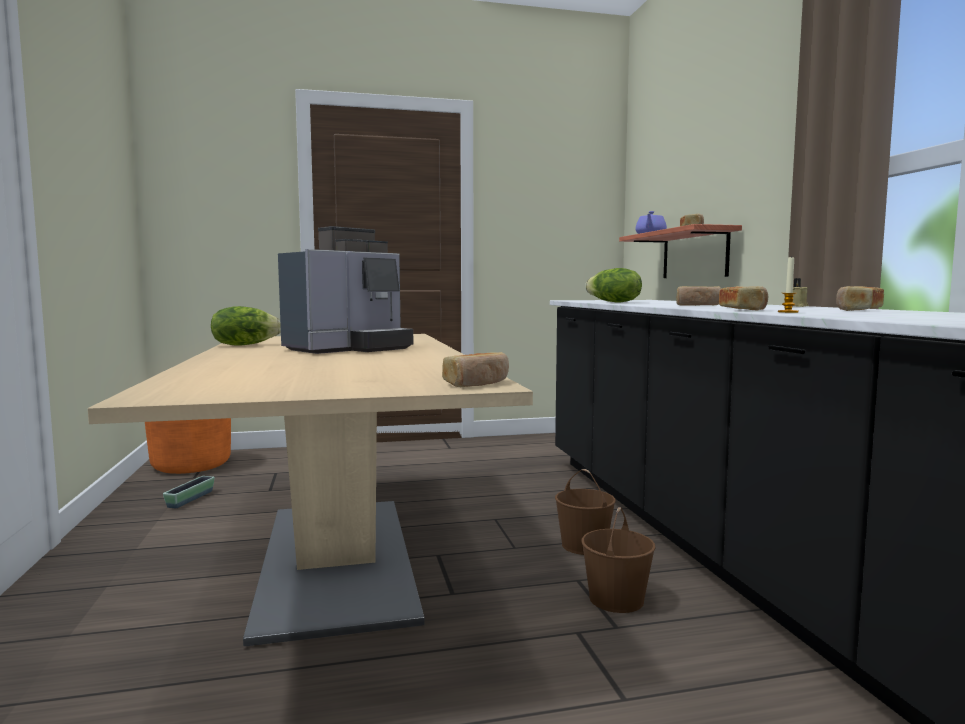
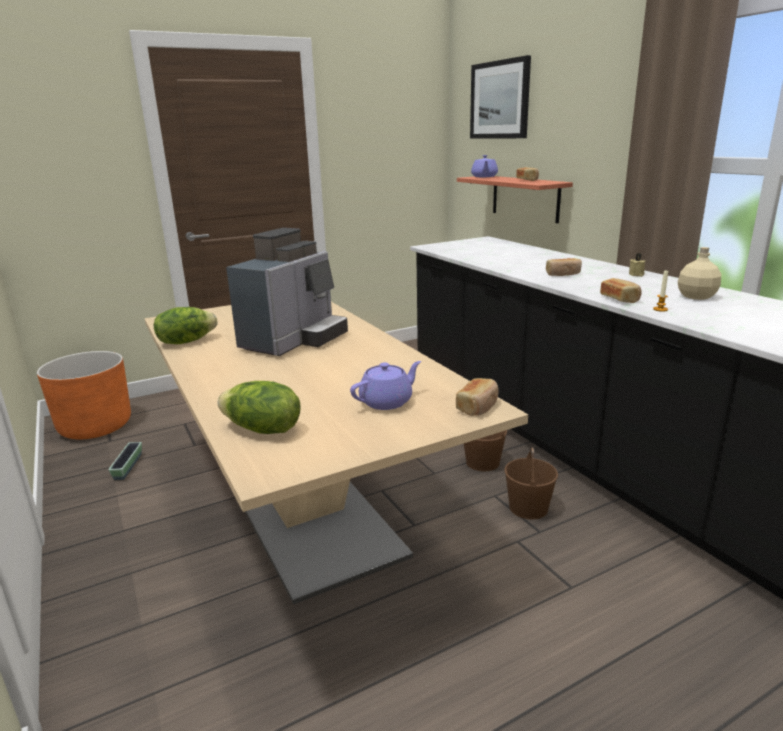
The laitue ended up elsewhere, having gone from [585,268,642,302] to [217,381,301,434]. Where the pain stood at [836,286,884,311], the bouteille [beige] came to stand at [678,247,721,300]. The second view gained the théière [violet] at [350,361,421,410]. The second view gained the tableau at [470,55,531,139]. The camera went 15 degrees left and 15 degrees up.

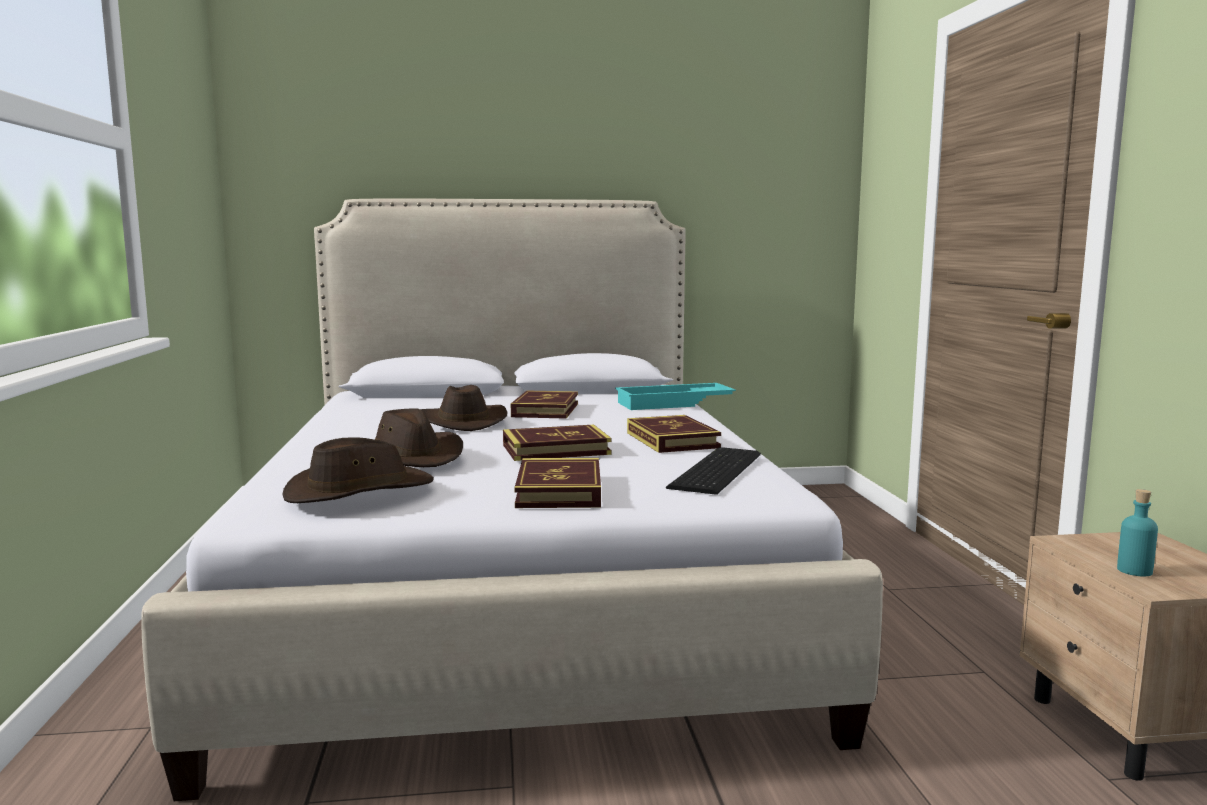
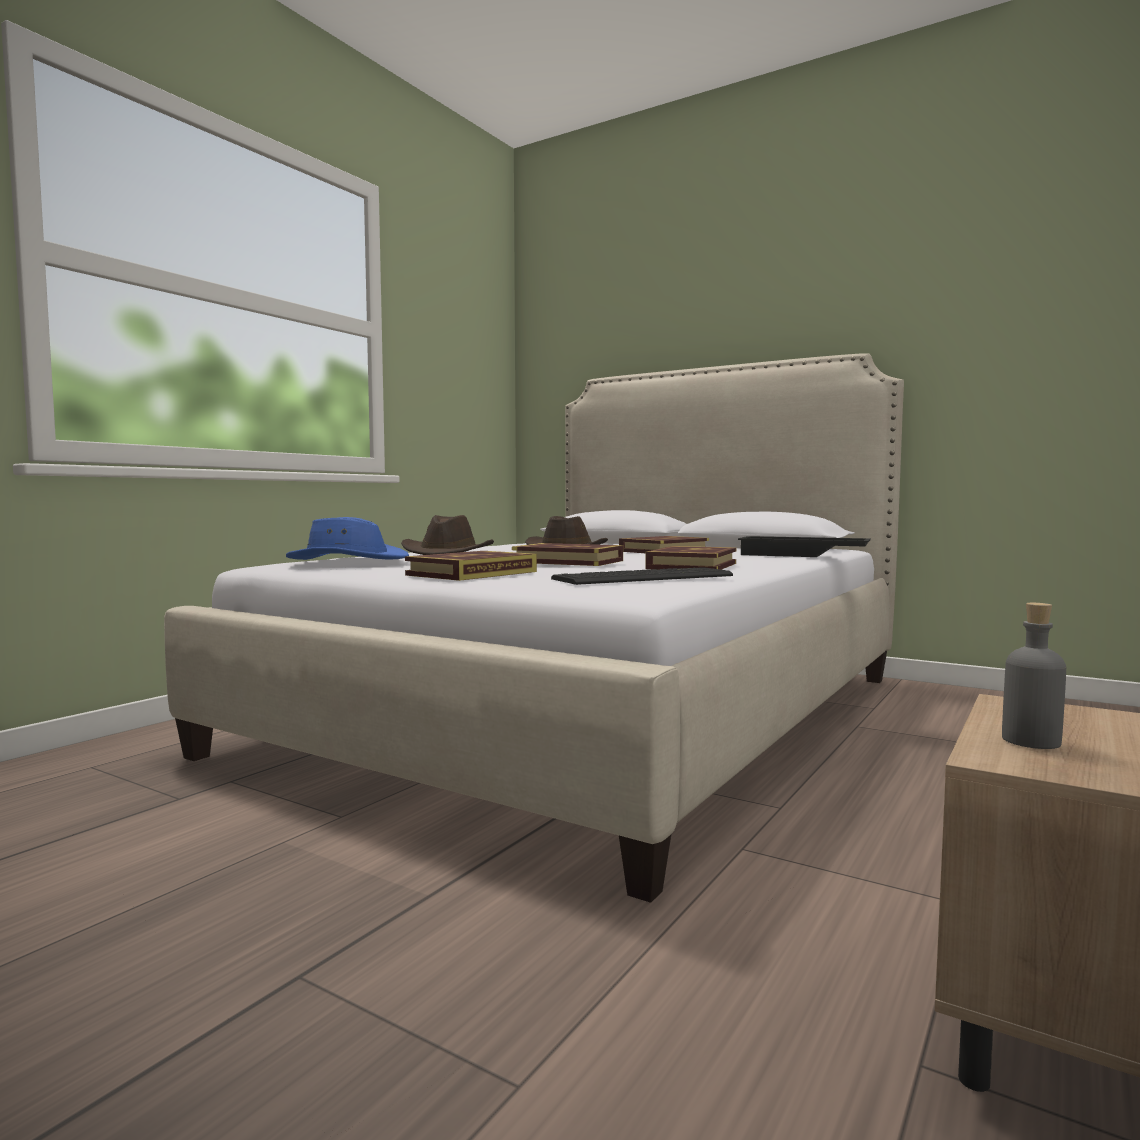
What was the chapeau [marron] at [282,437,434,503] turned into the chapeau [bleu] at [286,517,409,560]. What was the plateau [turquoise] at [615,383,736,410] turned into the plateau [noir] at [738,536,871,557]. What was the bouteille [turquoise] at [1117,489,1158,577] turned into the bouteille [gris] at [1002,603,1066,749]. The camera went 40 degrees right and 5 degrees down.

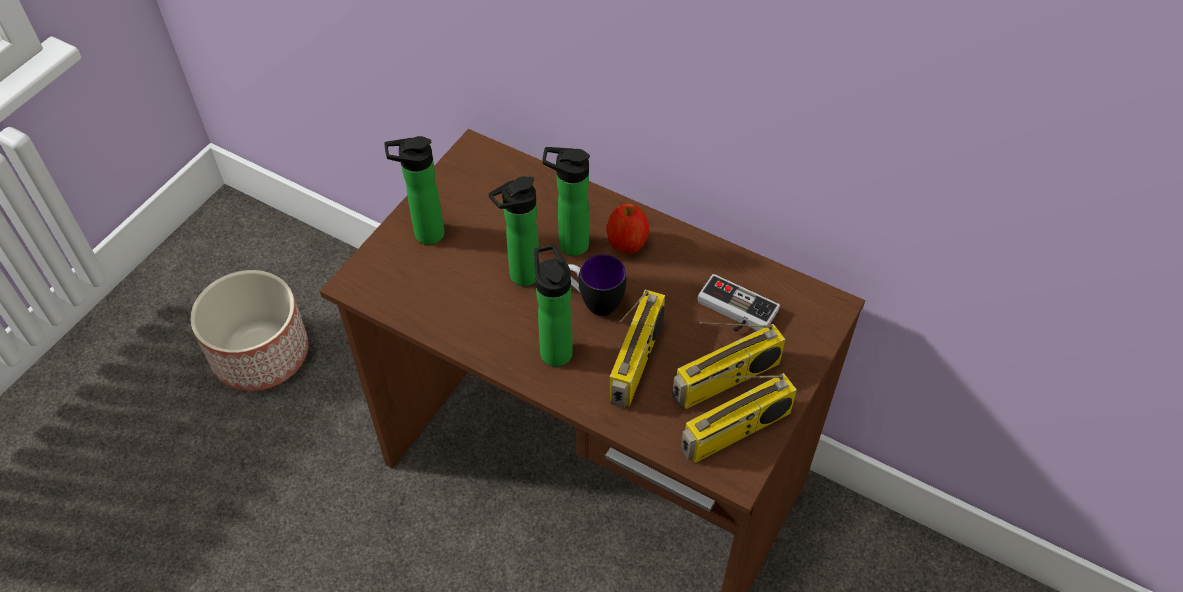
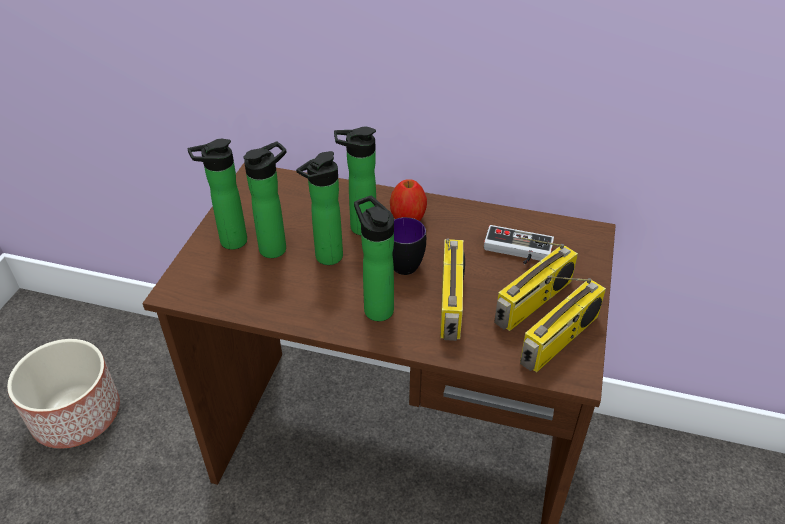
The second view gained the bouteille at [244,141,287,258]. The camera went 15 degrees left and 10 degrees down.

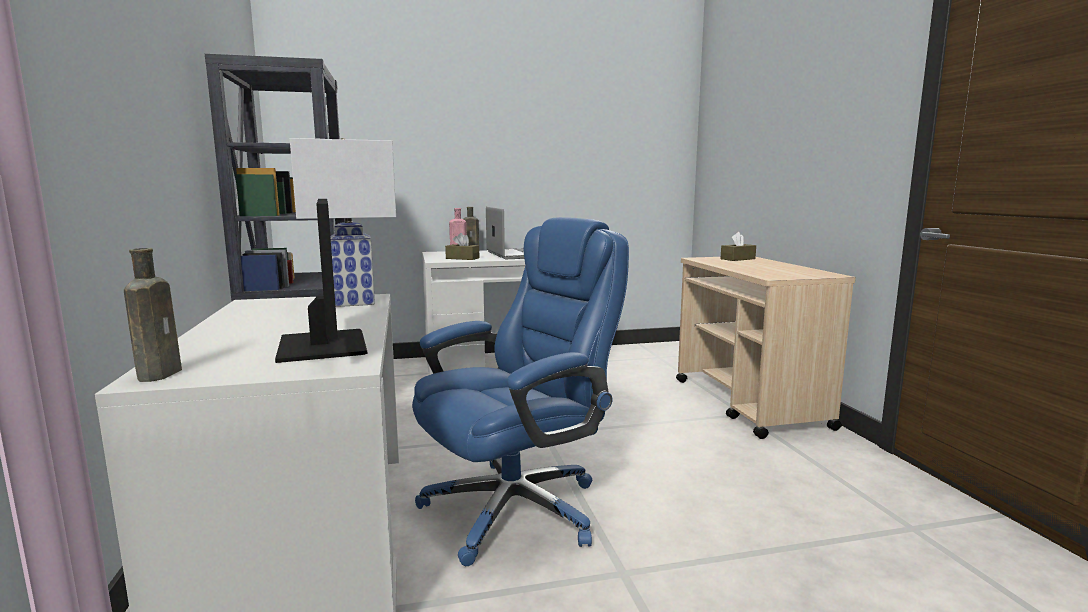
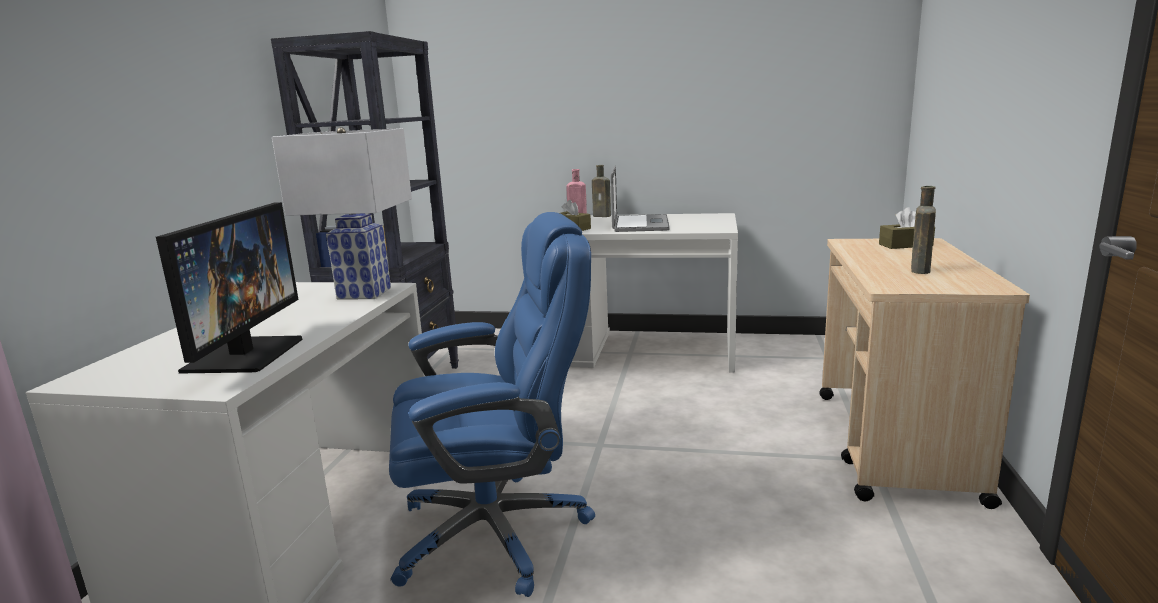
The bouteille [marron] ended up elsewhere, having gone from [124,248,182,382] to [911,186,936,274]. The camera went 25 degrees right and 5 degrees up.

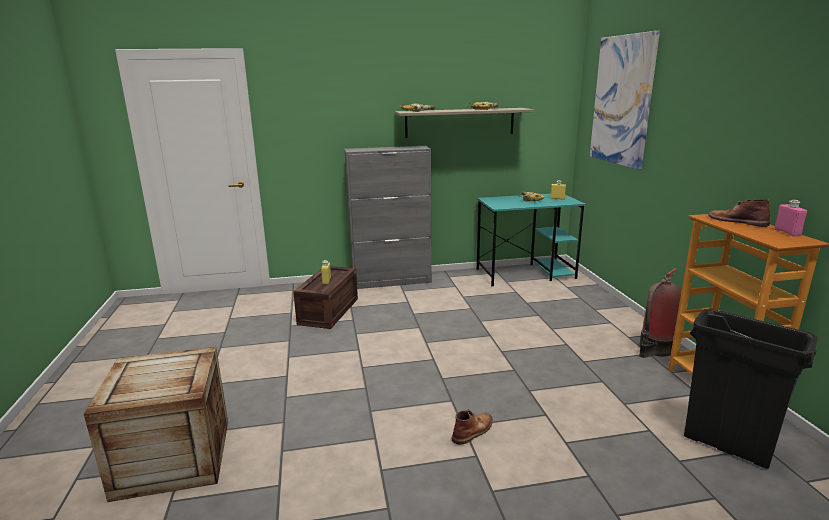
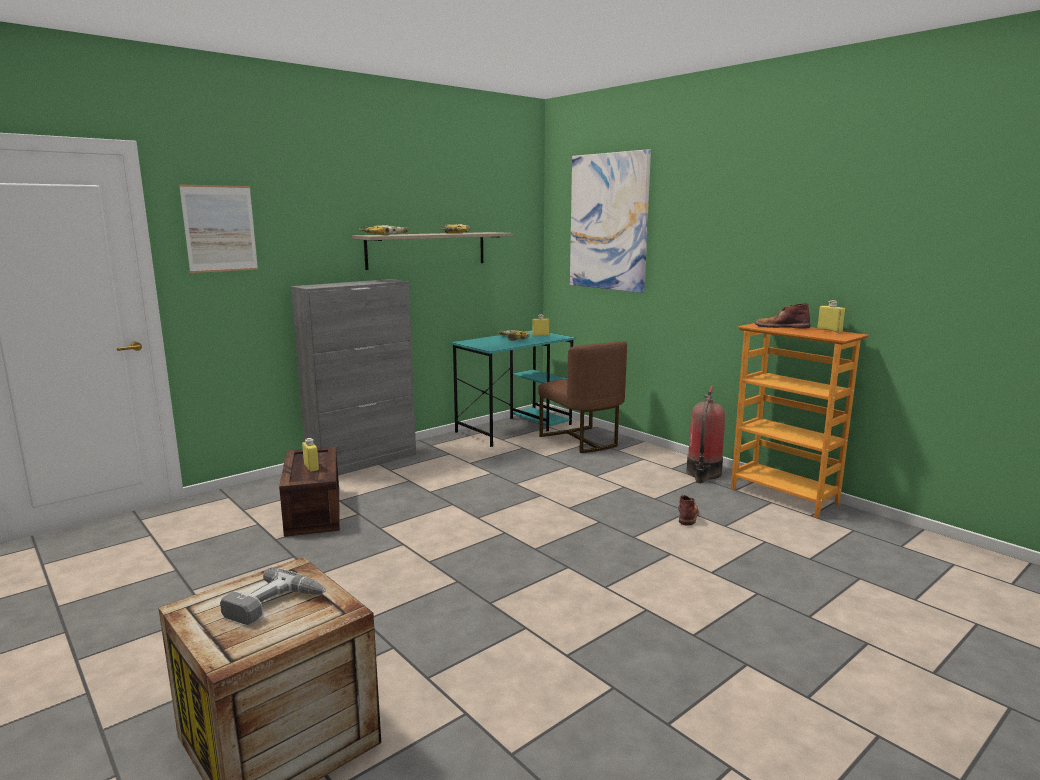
The botte [marron] ended up elsewhere, having gone from [452,409,493,445] to [678,494,699,526]. The second view lost the poubelle [noir] at [684,308,817,469]. What was the bouteille [rose] at [774,200,807,236] turned into the bouteille [jaune] at [817,300,845,333]. The second view gained the tableau at [179,184,258,273]. The second view gained the perceuse at [220,568,326,625]. The second view gained the chaise [marron] at [538,341,627,453]. The camera went 30 degrees left and 5 degrees down.

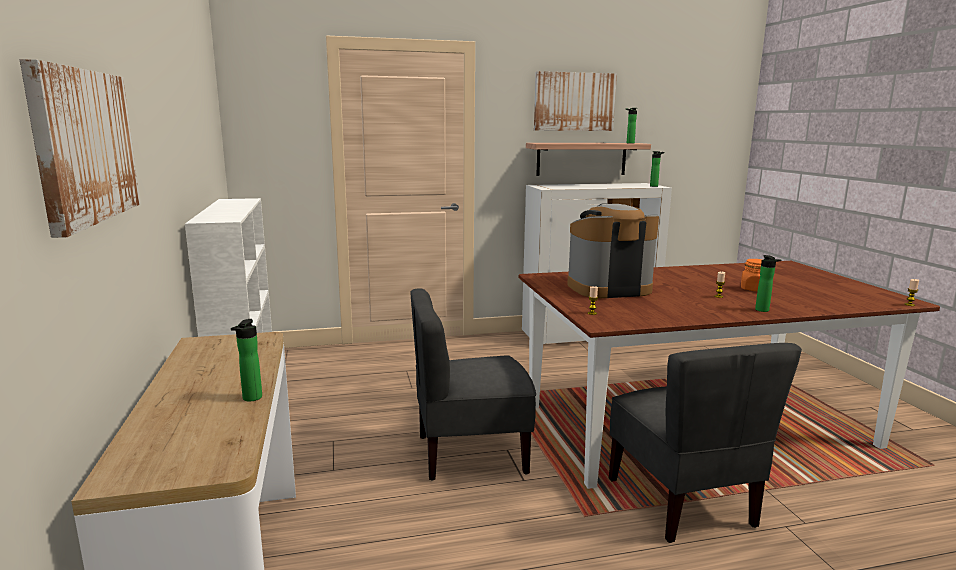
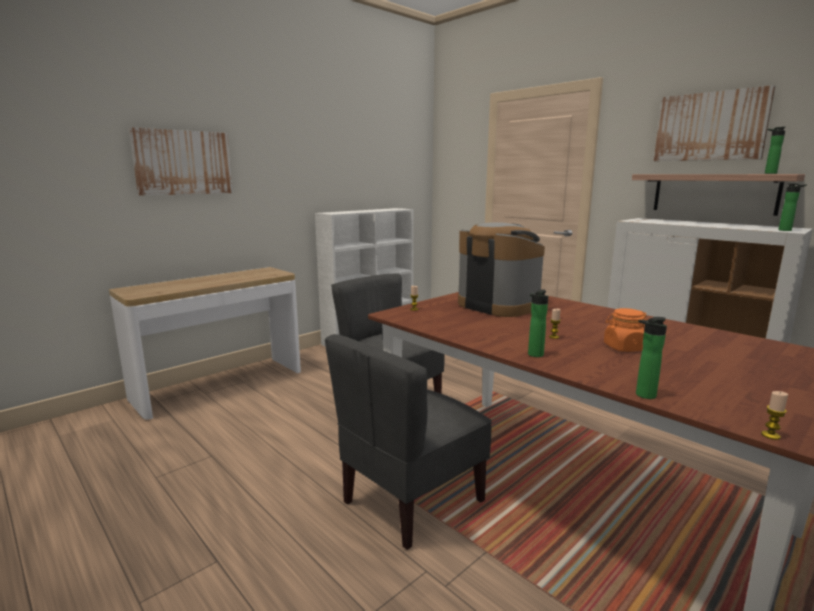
The bouteille ended up elsewhere, having gone from [231,319,262,401] to [636,317,667,399]. The camera went 60 degrees right and 0 degrees up.

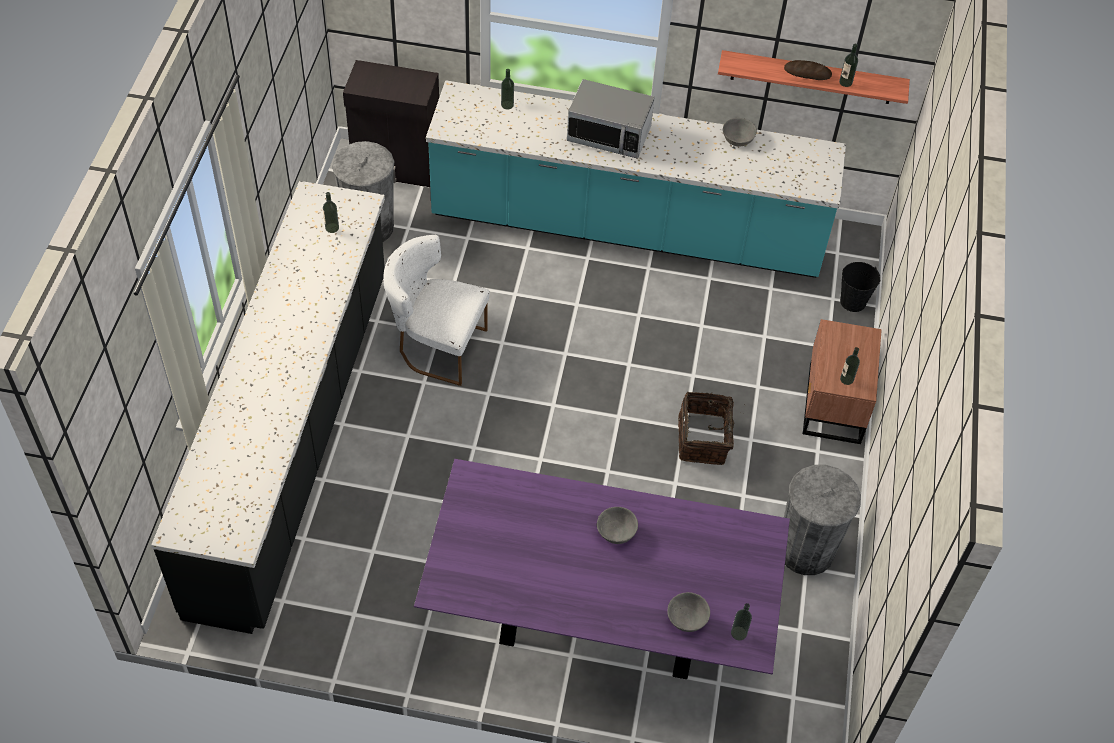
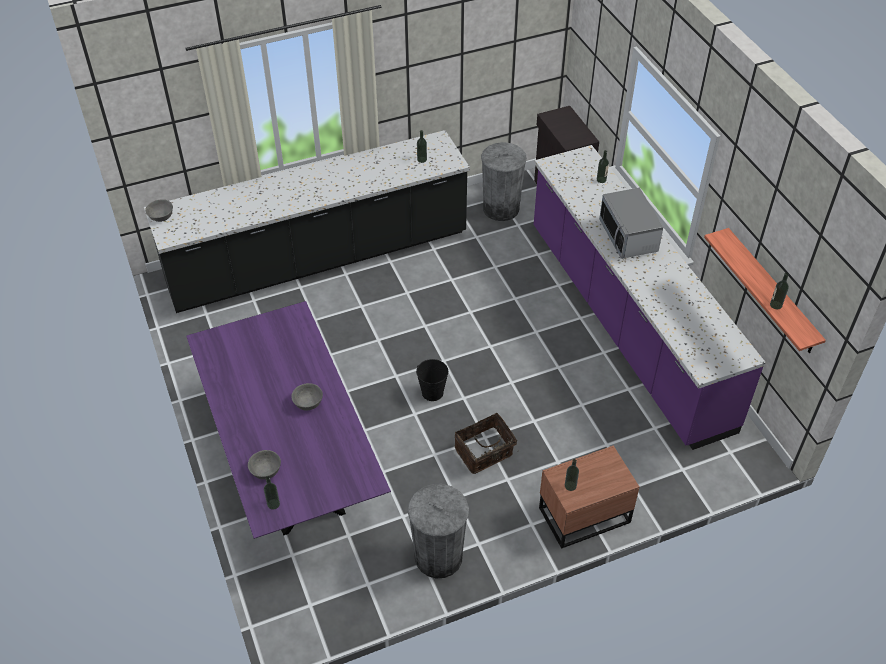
The second view lost the chaise [blanc] at [383,235,489,386]. What was the comptoir de cuisine [turquoise] at [426,80,846,278] turned into the comptoir de cuisine [violet] at [534,145,766,450]. The bol [gris] ended up elsewhere, having gone from [723,118,757,146] to [145,199,173,222]. The second view lost the pain at [784,60,832,80]. The seau [noir] ended up elsewhere, having gone from [840,262,881,312] to [416,359,448,401]. The camera went 60 degrees right and 5 degrees down.

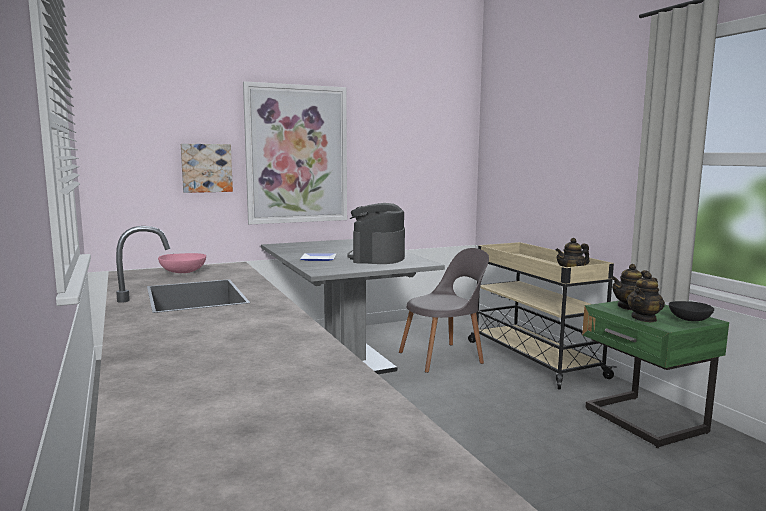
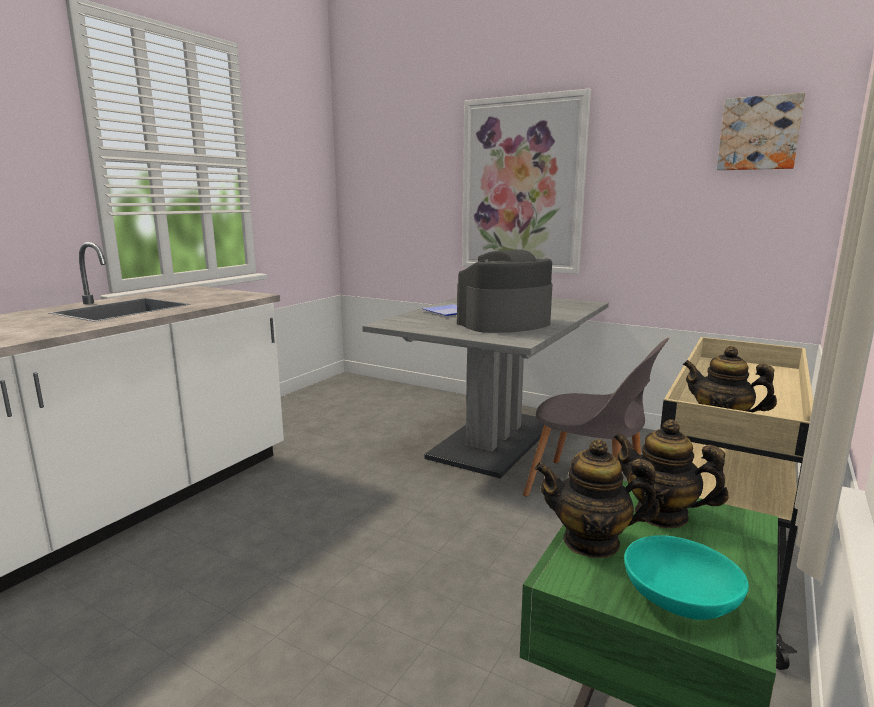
The second view lost the bol [rose] at [158,253,206,273]. The tableau ended up elsewhere, having gone from [181,144,233,193] to [717,93,805,170]. What was the bol [noir] at [669,301,714,321] turned into the bol [turquoise] at [624,535,749,620]. The camera went 55 degrees right and 5 degrees up.

